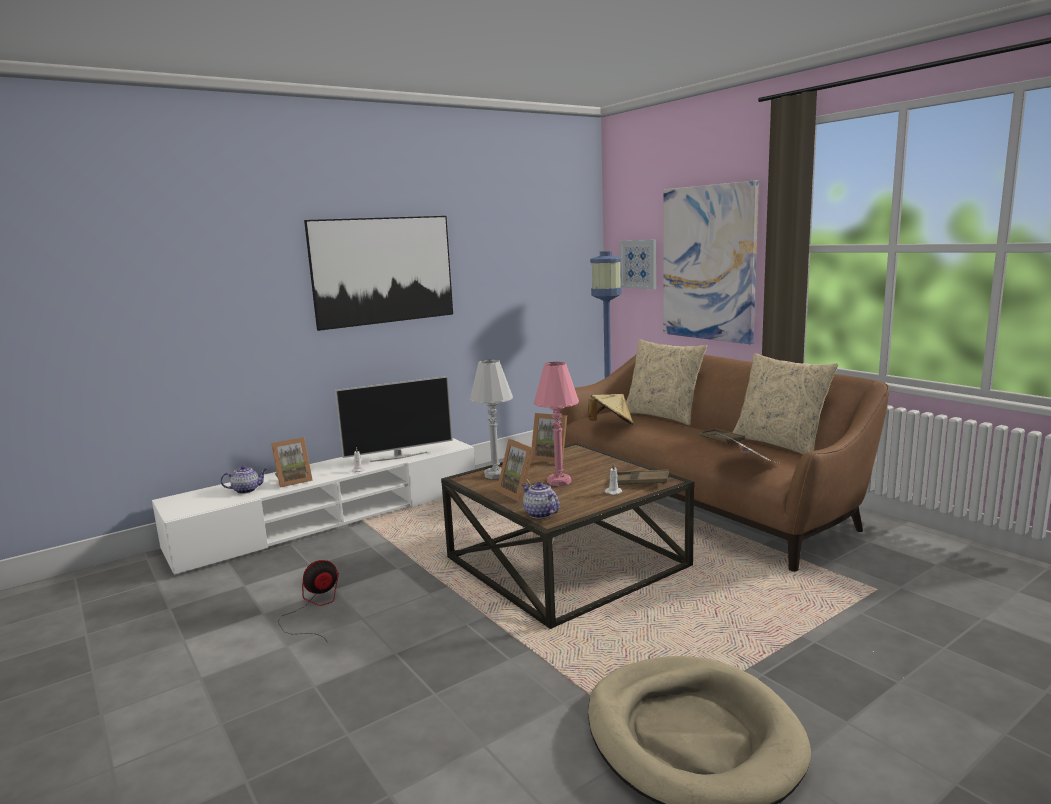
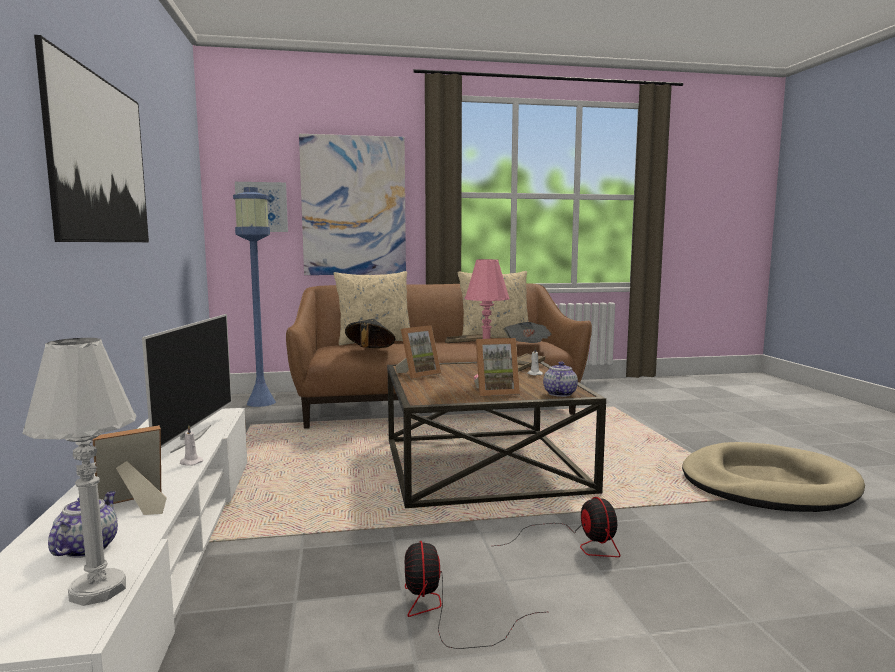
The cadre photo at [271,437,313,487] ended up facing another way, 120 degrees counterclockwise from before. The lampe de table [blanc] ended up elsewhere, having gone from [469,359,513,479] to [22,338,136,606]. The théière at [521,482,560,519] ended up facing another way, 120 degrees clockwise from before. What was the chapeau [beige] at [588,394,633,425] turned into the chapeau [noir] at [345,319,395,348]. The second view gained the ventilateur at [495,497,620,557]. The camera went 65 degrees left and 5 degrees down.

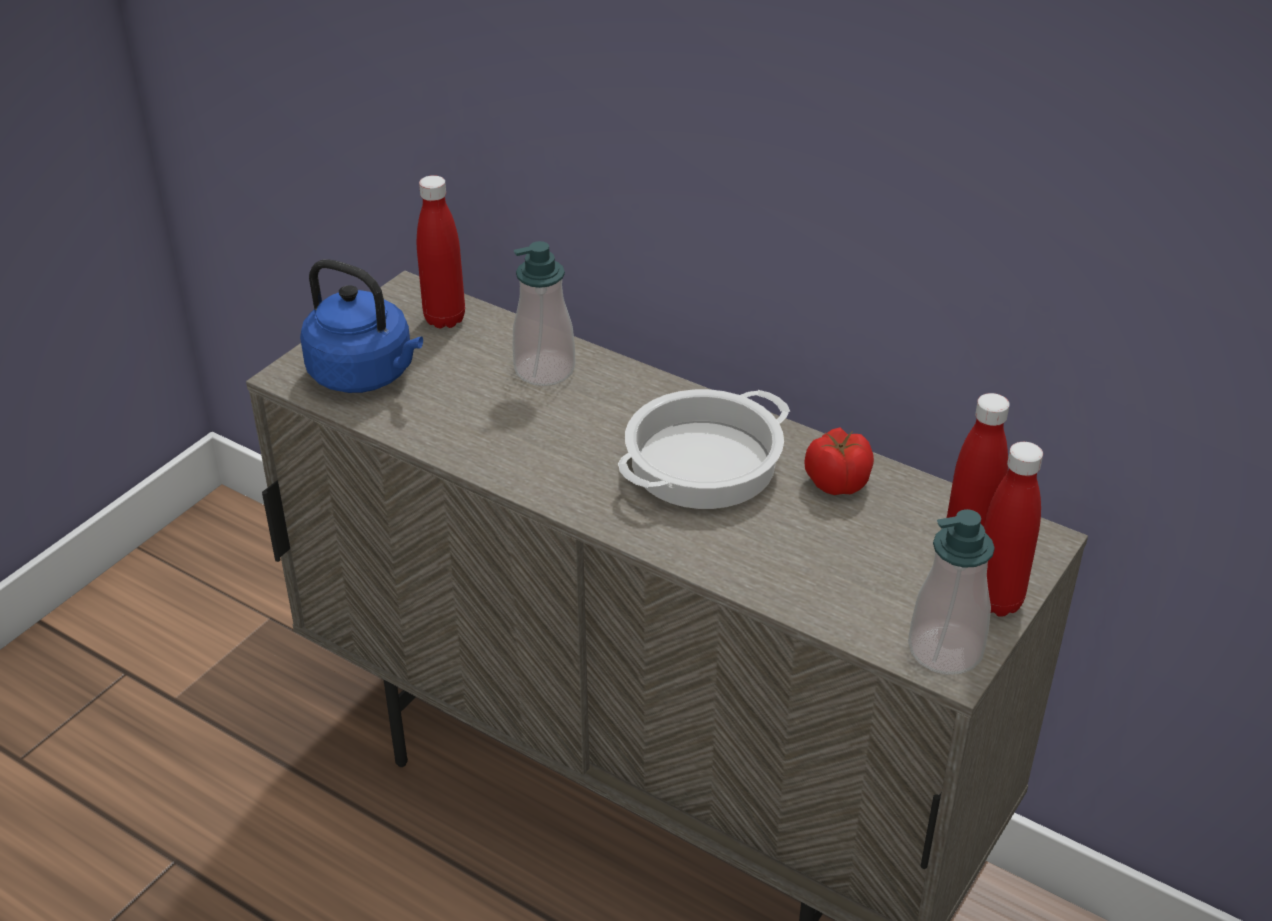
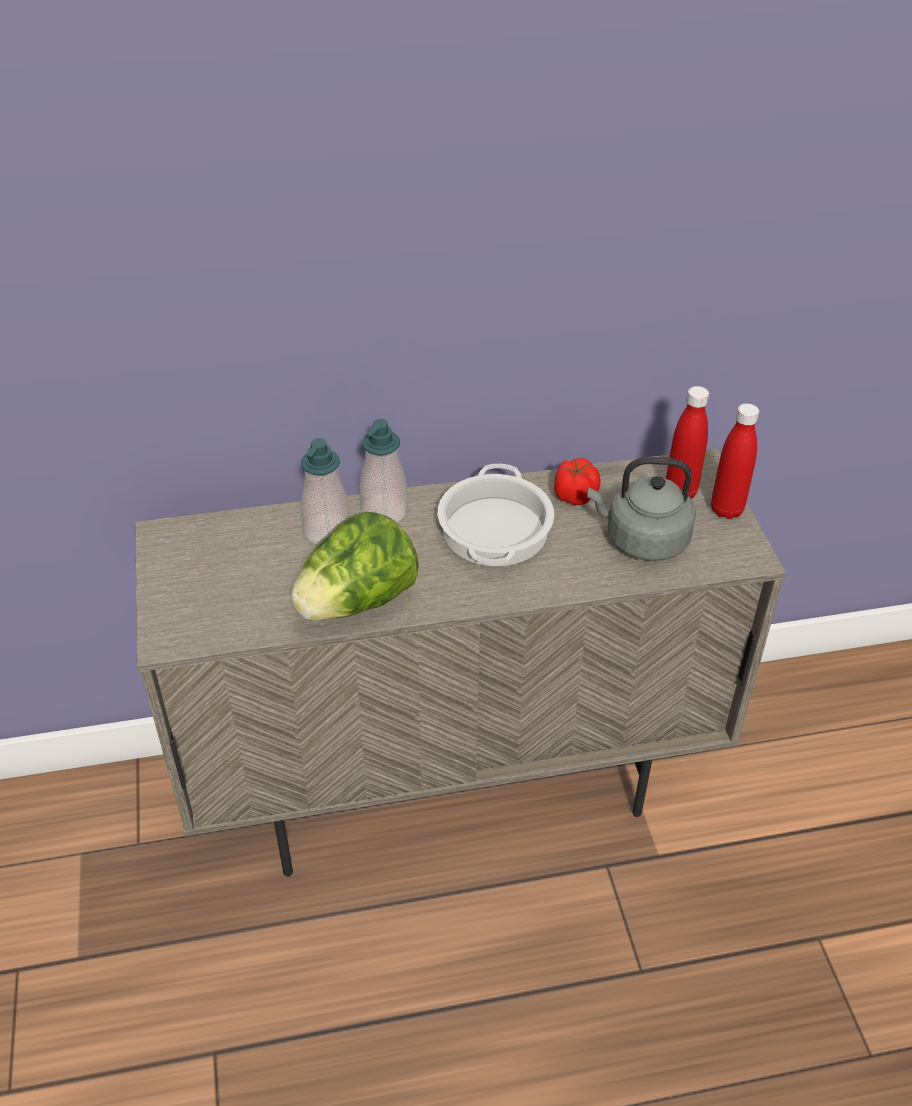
The second view lost the bouilloire [bleu] at [300,259,423,393]. The second view lost the bouteille [rouge] at [417,175,465,328]. The distributeur de savon ended up elsewhere, having gone from [908,509,995,675] to [360,419,408,523]. The second view gained the laitue at [291,512,419,621]. The second view gained the bouilloire [gris] at [587,457,696,561]. The camera went 45 degrees left and 5 degrees up.

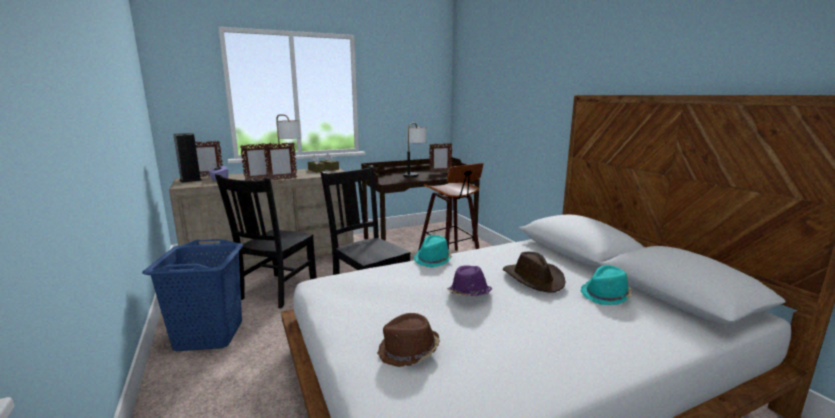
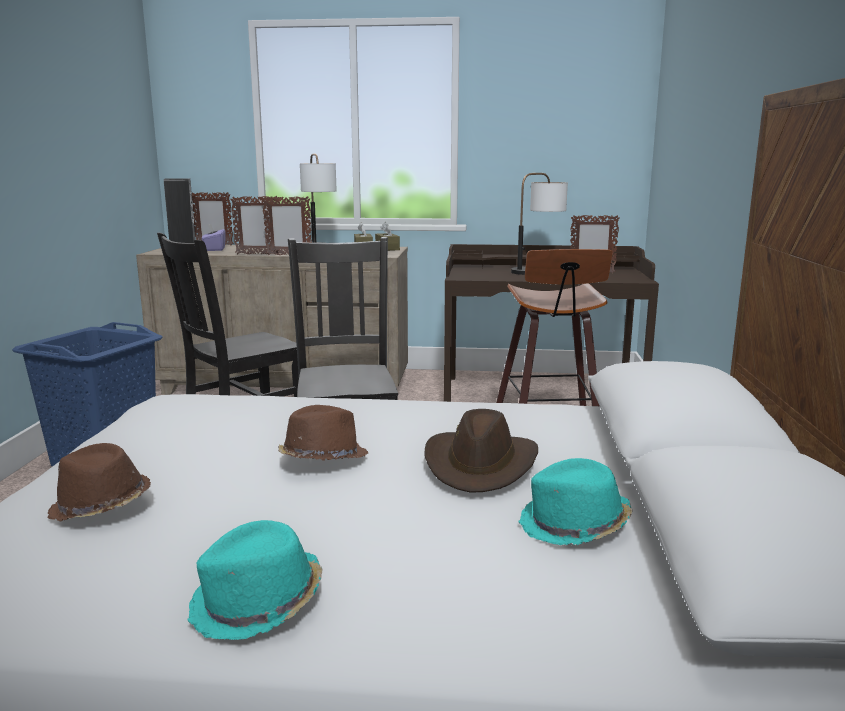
The chapeau [turquoise] ended up elsewhere, having gone from [414,235,452,268] to [187,520,322,640]. What was the chapeau [violet] at [447,265,492,296] turned into the chapeau [marron] at [278,405,368,461]. The camera went 30 degrees right and 0 degrees up.

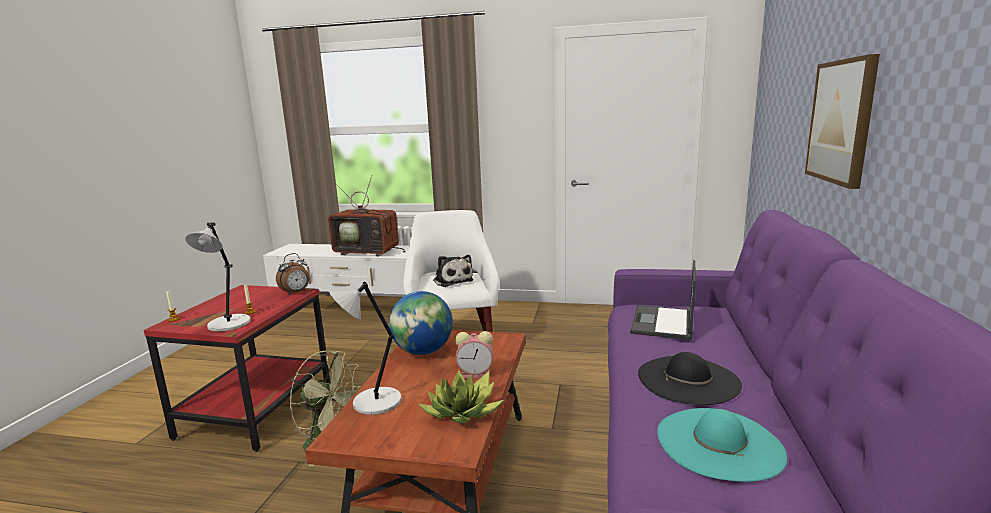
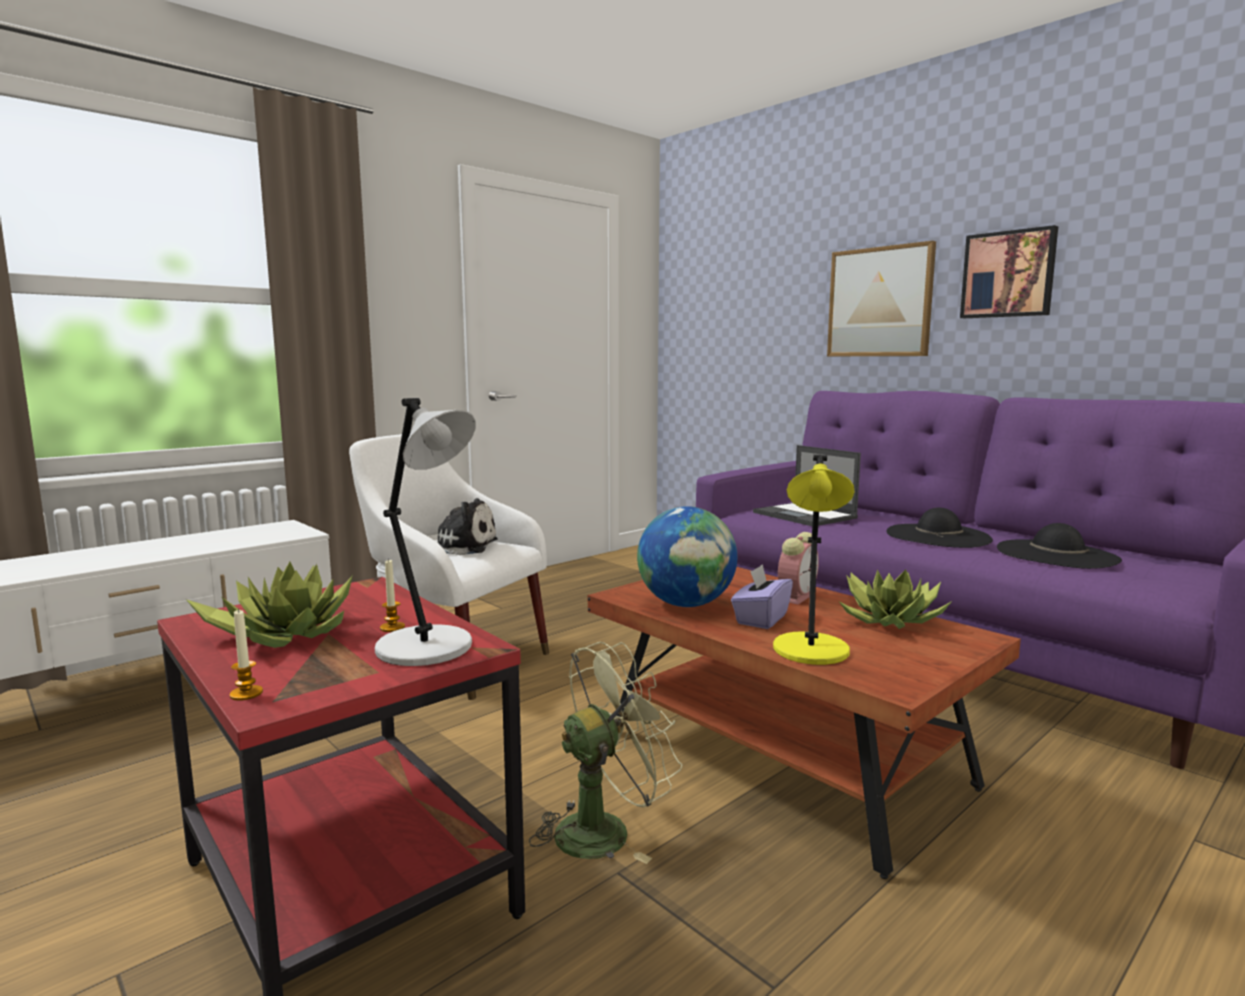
The second view lost the réveil at [276,253,309,295]. The second view lost the téléviseur at [328,175,406,256]. What was the lampe de table [gris] at [330,282,402,415] turned into the lampe de table [jaune] at [773,455,854,665]. What was the chapeau [turquoise] at [657,408,787,482] turned into the chapeau [noir] at [997,523,1122,569]. The second view gained the plante en pot at [187,562,353,648]. The second view gained the boîte à mouchoirs [violet] at [731,564,793,629]. The second view gained the tableau at [960,225,1058,318]. The camera went 55 degrees left and 5 degrees down.

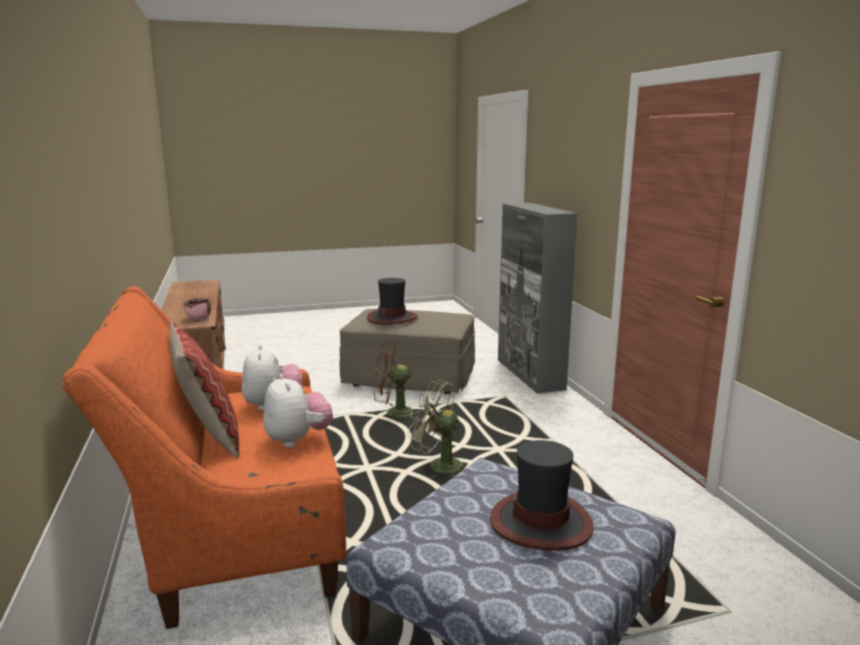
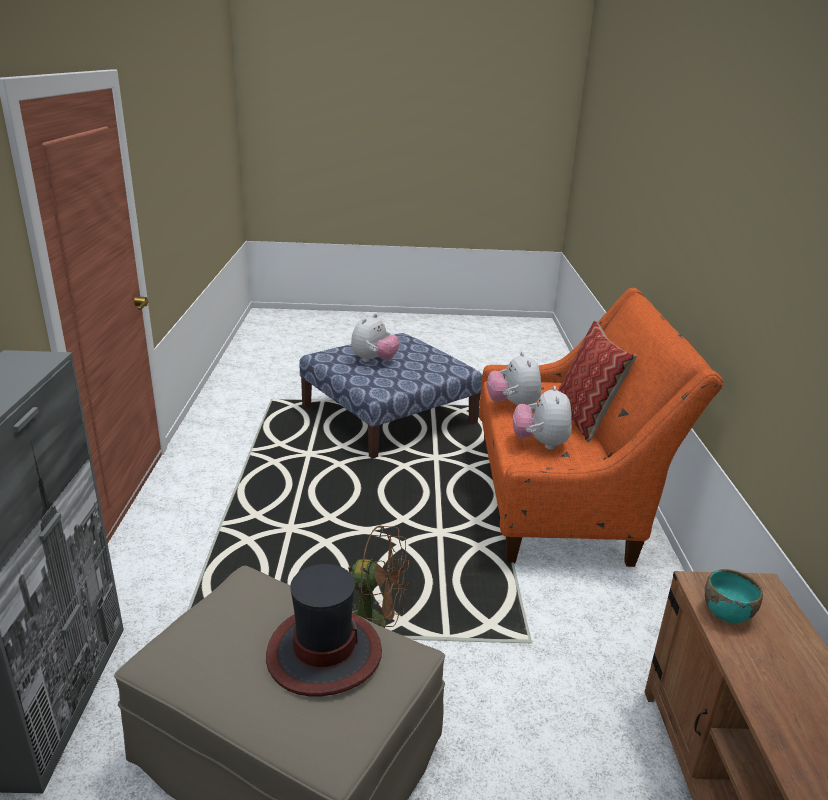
What was the bol [rose] at [183,298,211,320] turned into the bol [turquoise] at [705,569,763,623]. The second view lost the ventilateur [vert] at [408,380,463,478]. Where the chapeau stood at [490,440,594,551], the peluche came to stand at [351,314,400,362]. The camera went 165 degrees left and 10 degrees up.

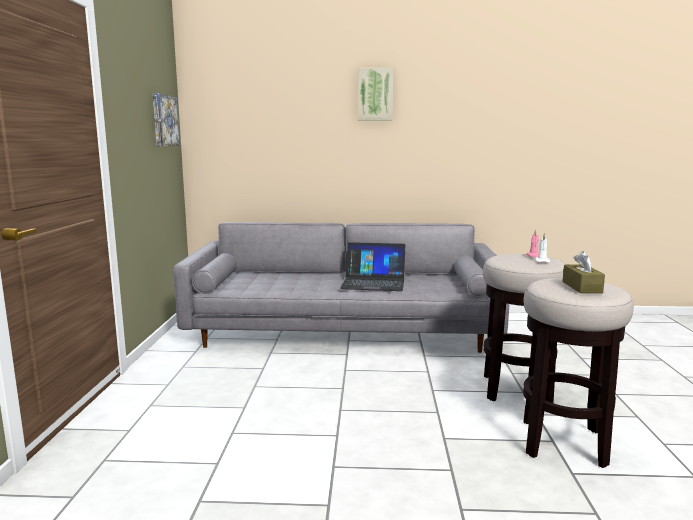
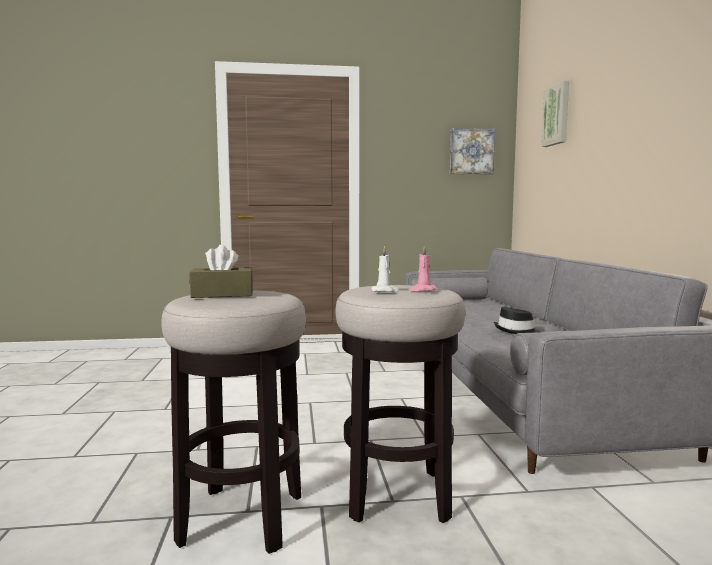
Where the ordinateur portable stood at [340,242,405,291], the chapeau [noir] came to stand at [494,307,540,334]. The tableau ended up elsewhere, having gone from [358,68,393,121] to [541,81,569,147]. The camera went 80 degrees right and 5 degrees down.

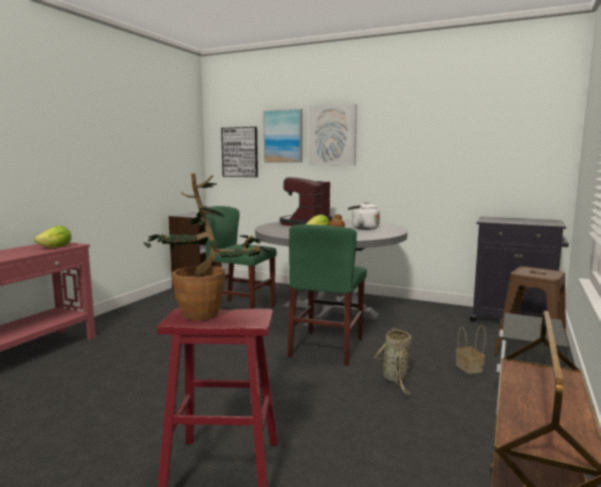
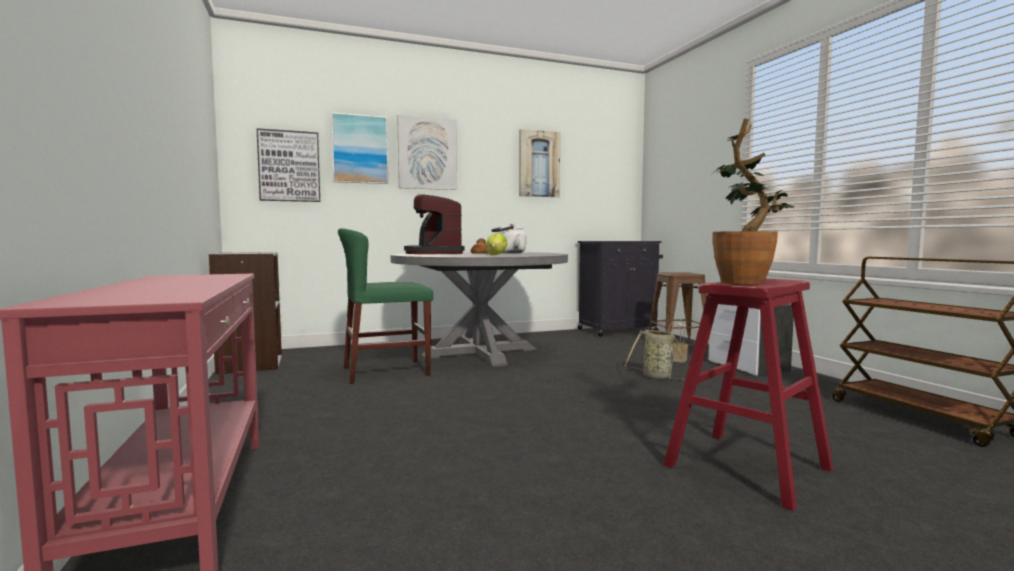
The second view lost the laitue at [34,226,72,248]. The second view lost the chaise [vert] at [288,224,367,366]. The second view gained the tableau at [519,129,560,197]. The camera went 45 degrees left and 5 degrees down.

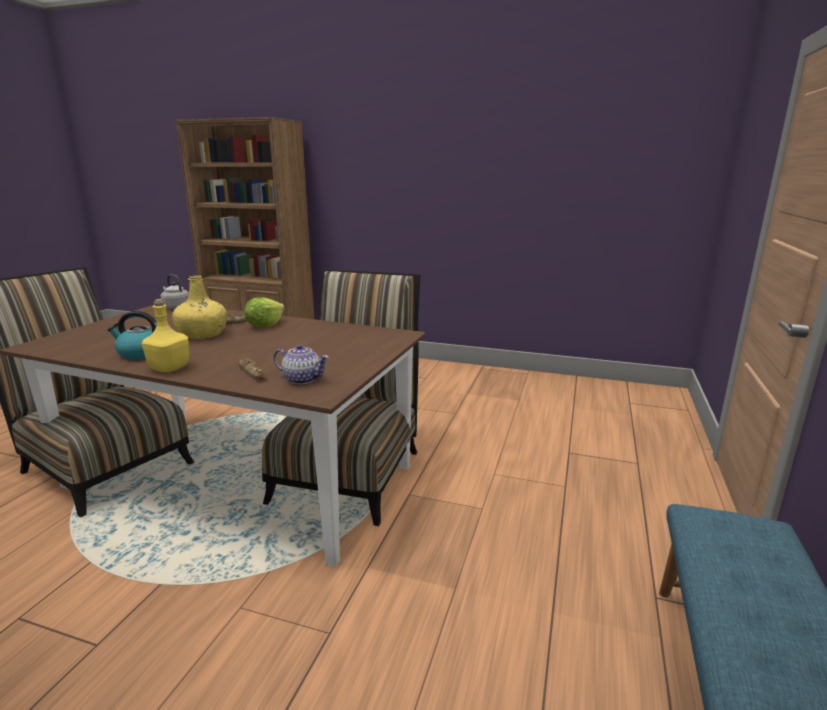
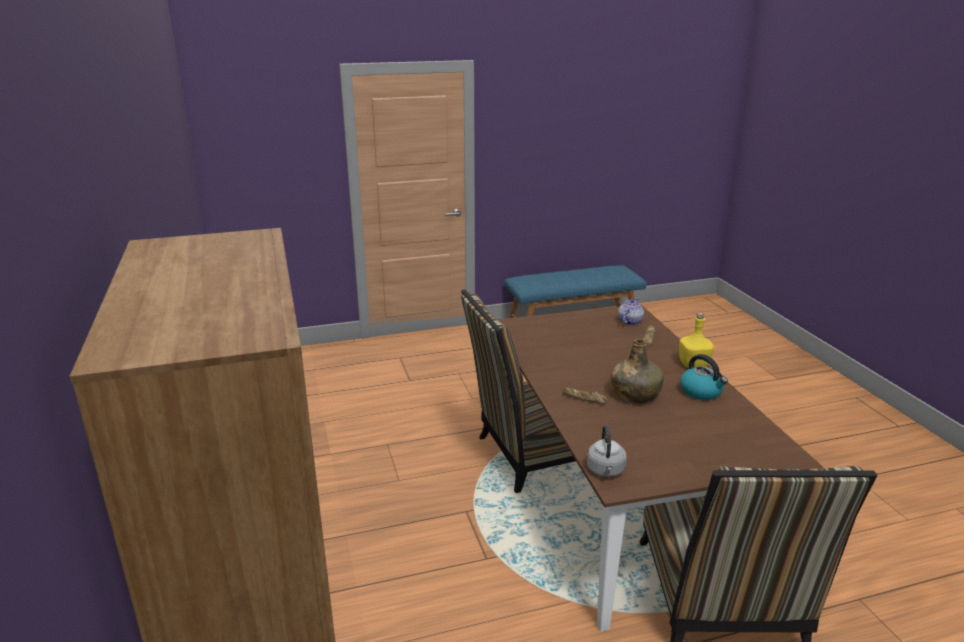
What was the bouteille [jaune] at [172,275,227,339] turned into the bouteille [vert] at [610,338,664,403]. The second view lost the laitue at [244,298,284,327]. The théière at [273,344,329,384] ended up facing another way, 45 degrees clockwise from before. The camera went 125 degrees left and 5 degrees up.

